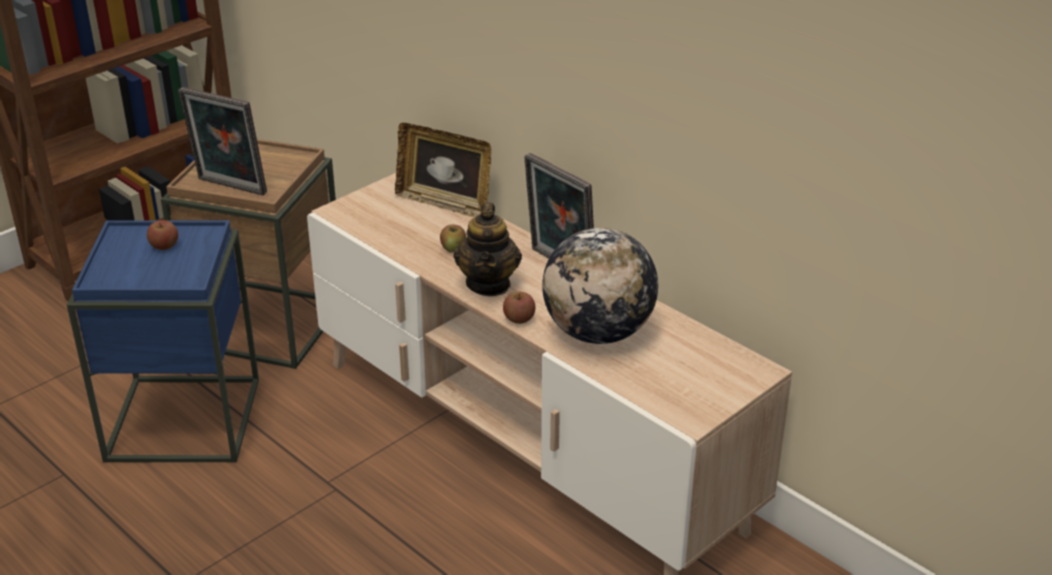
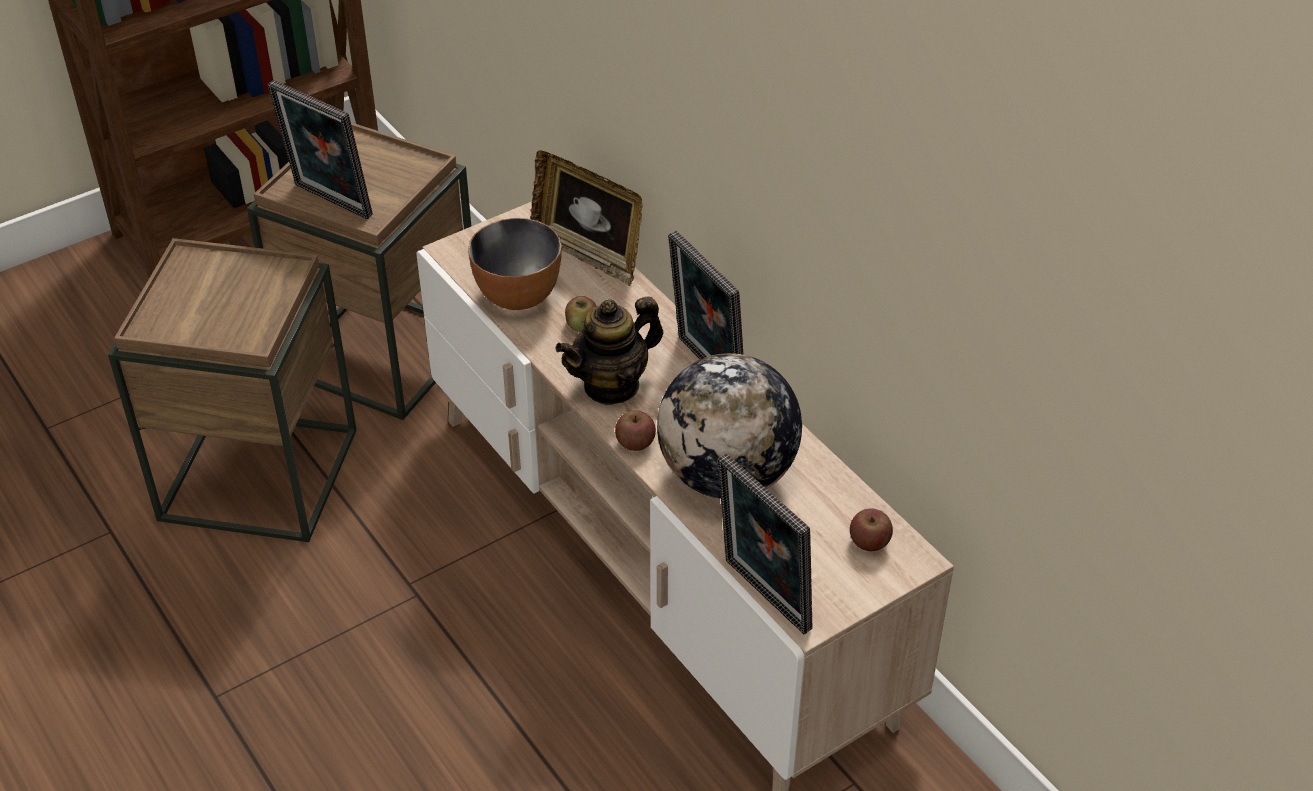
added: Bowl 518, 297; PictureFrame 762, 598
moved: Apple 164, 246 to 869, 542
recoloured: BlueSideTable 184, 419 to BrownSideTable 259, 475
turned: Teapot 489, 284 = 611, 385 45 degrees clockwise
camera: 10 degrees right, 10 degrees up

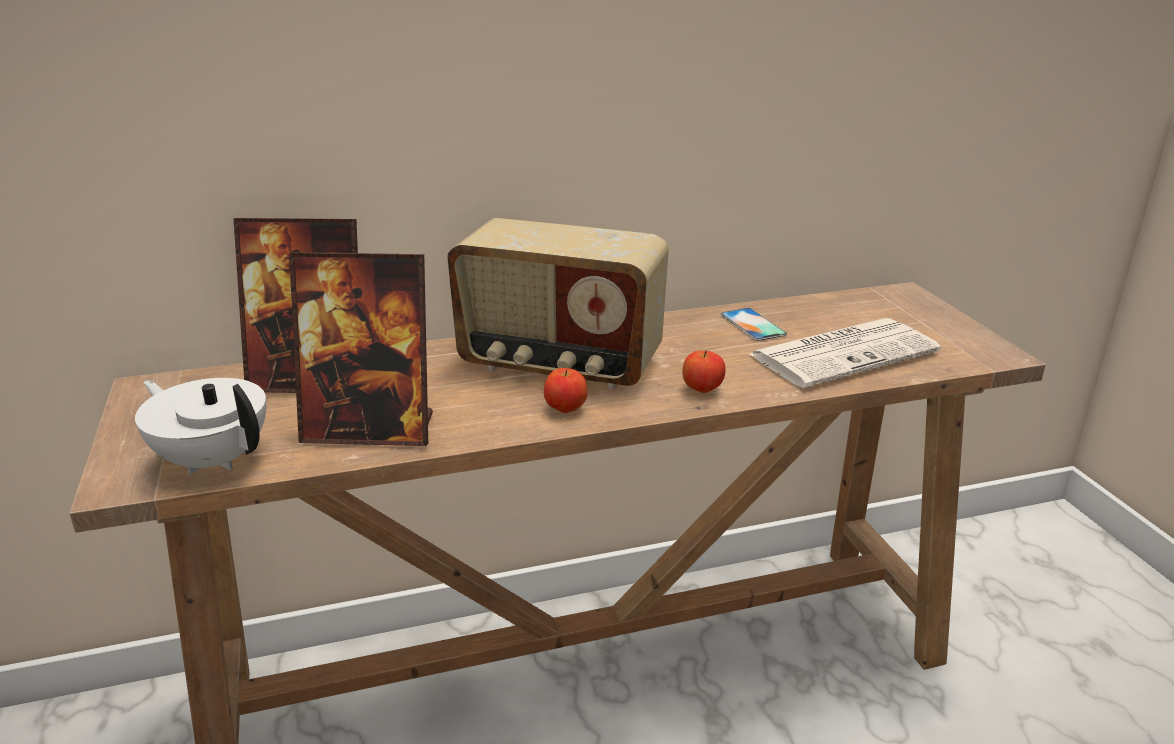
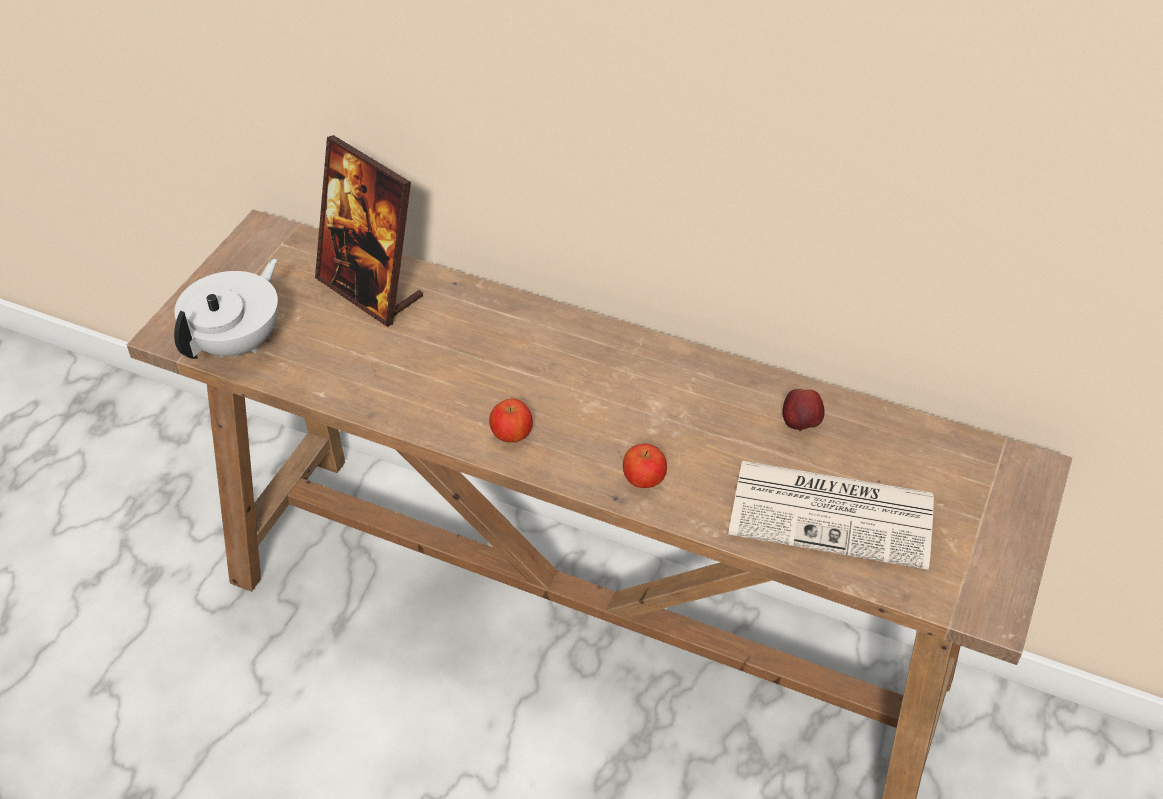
removed: PictureFrame 370, 430; Radio 559, 365
replaced: Phone 752, 324 to Apple 801, 424
turned: WhiteTeapot 213, 459 = 238, 342 45 degrees clockwise
camera: 40 degrees right, 20 degrees up

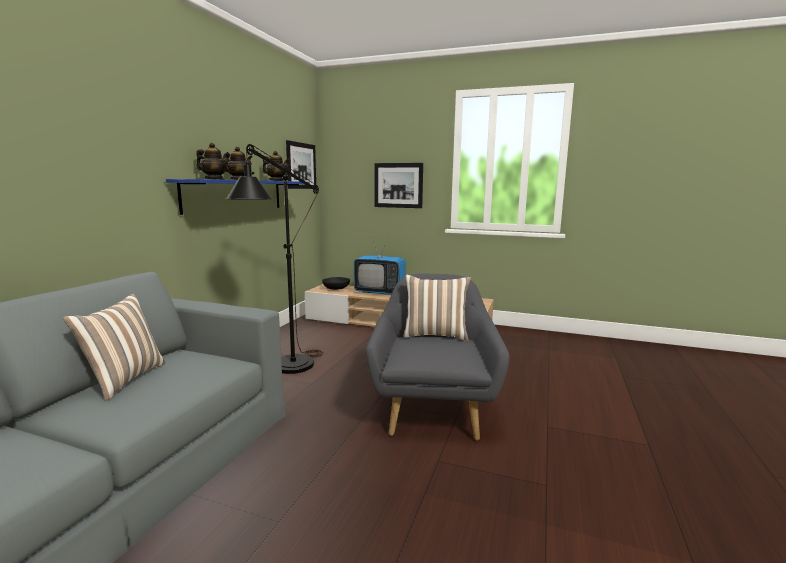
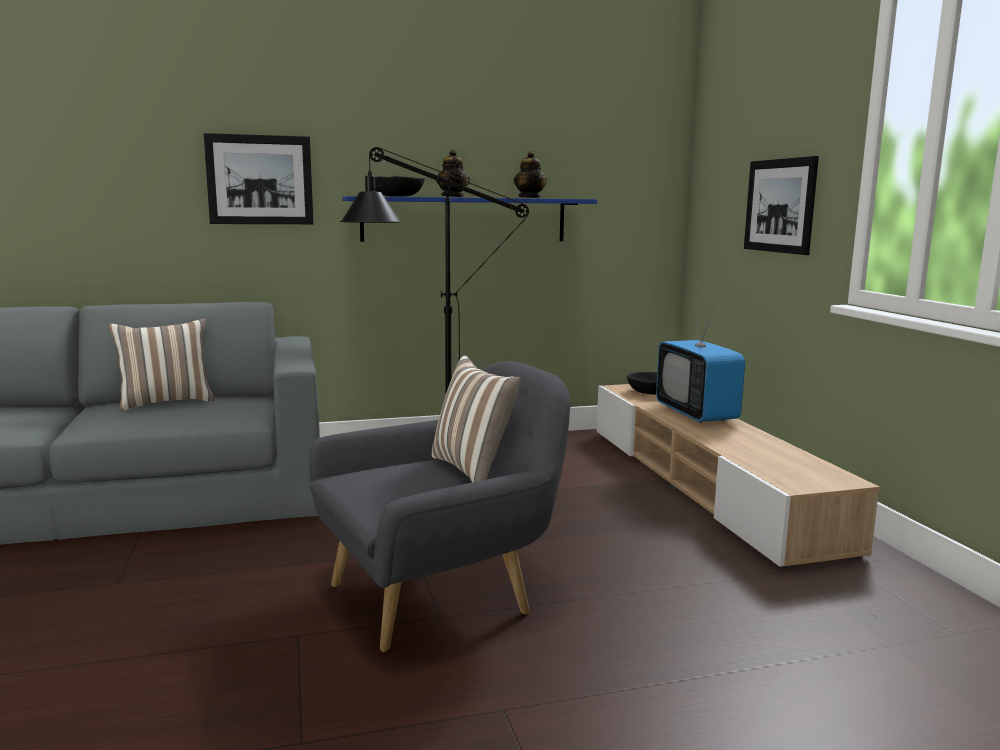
moved: Picture 301, 166 to 260, 180
replaced: Teapot 214, 179 to BlackBowl 397, 196
camera: 55 degrees right, 0 degrees up

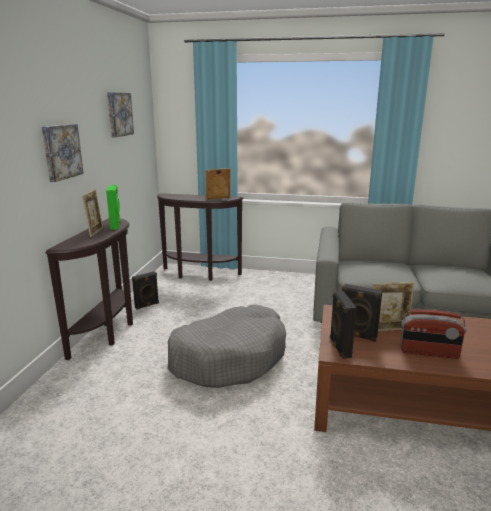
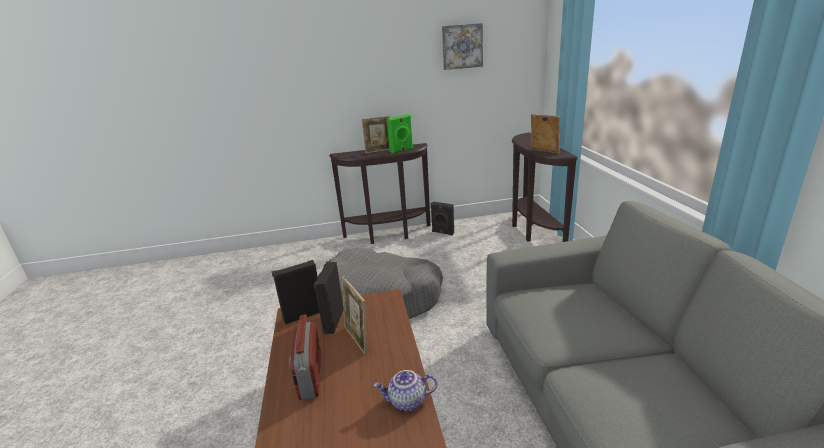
removed: Picture 61, 151
added: Teapot 407, 402
camera: 70 degrees right, 5 degrees up

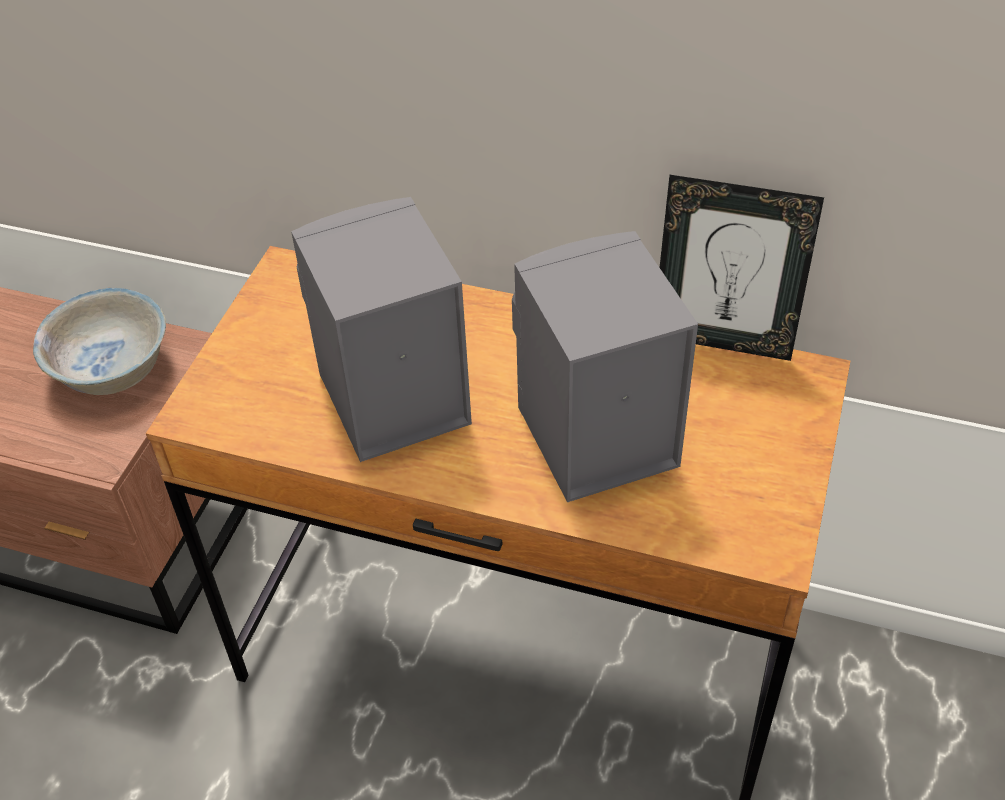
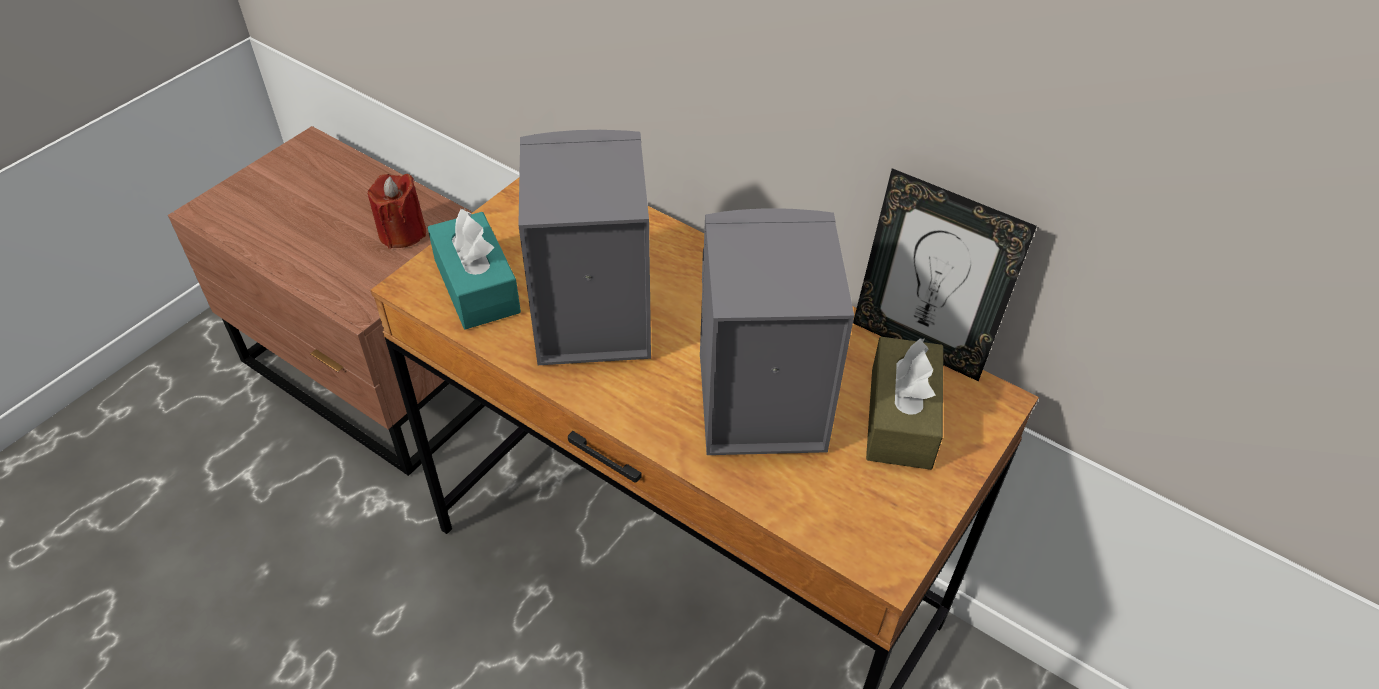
added: TurquoiseTissueBox 477, 286; BrownTissueBox 900, 418
replaced: WhiteBowl 112, 368 to RedCandle 402, 233
camera: 15 degrees right, 0 degrees up

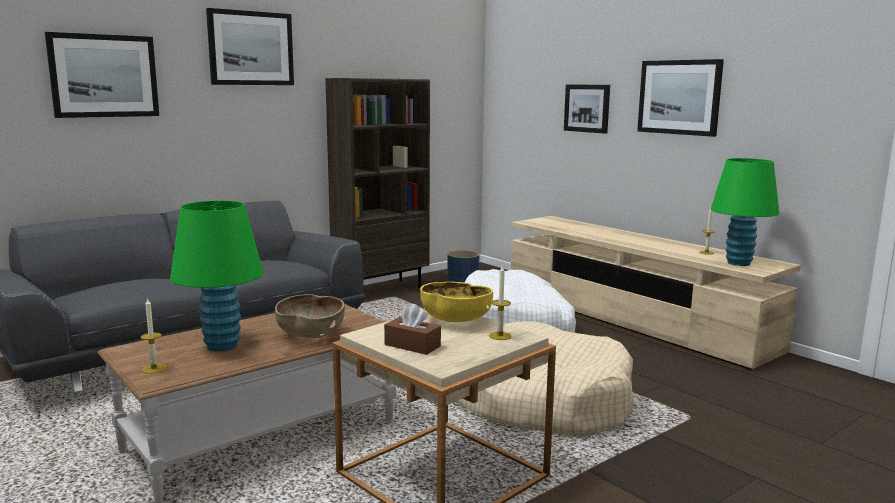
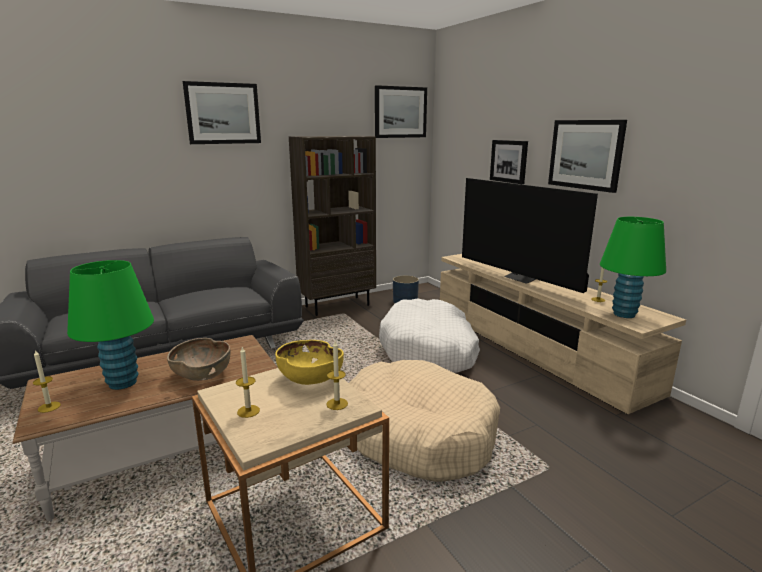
added: Television 521, 278
moved: Picture 104, 76 to 400, 112
replaced: BrownTissueBox 412, 345 to Candle 248, 411
camera: 10 degrees right, 5 degrees up

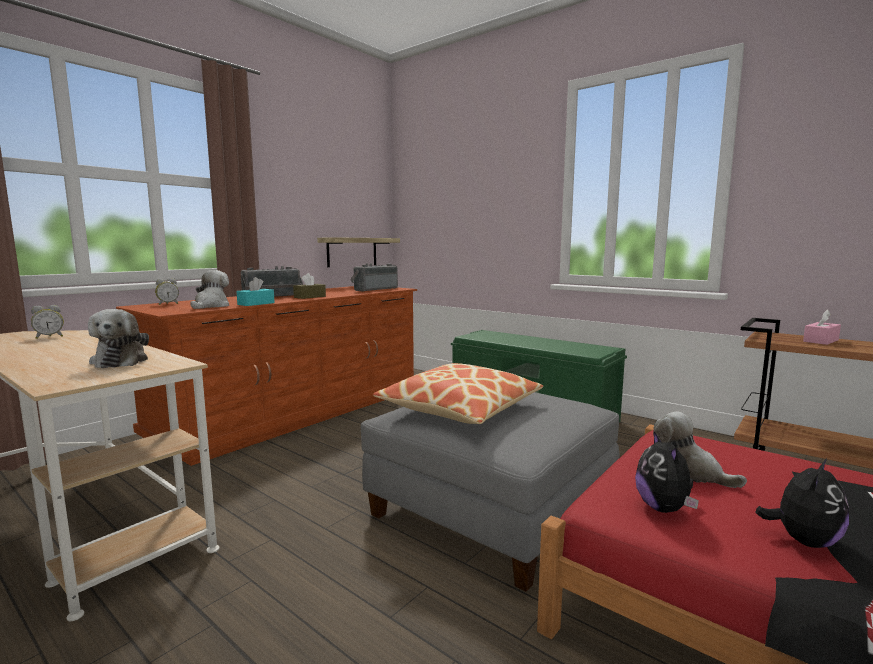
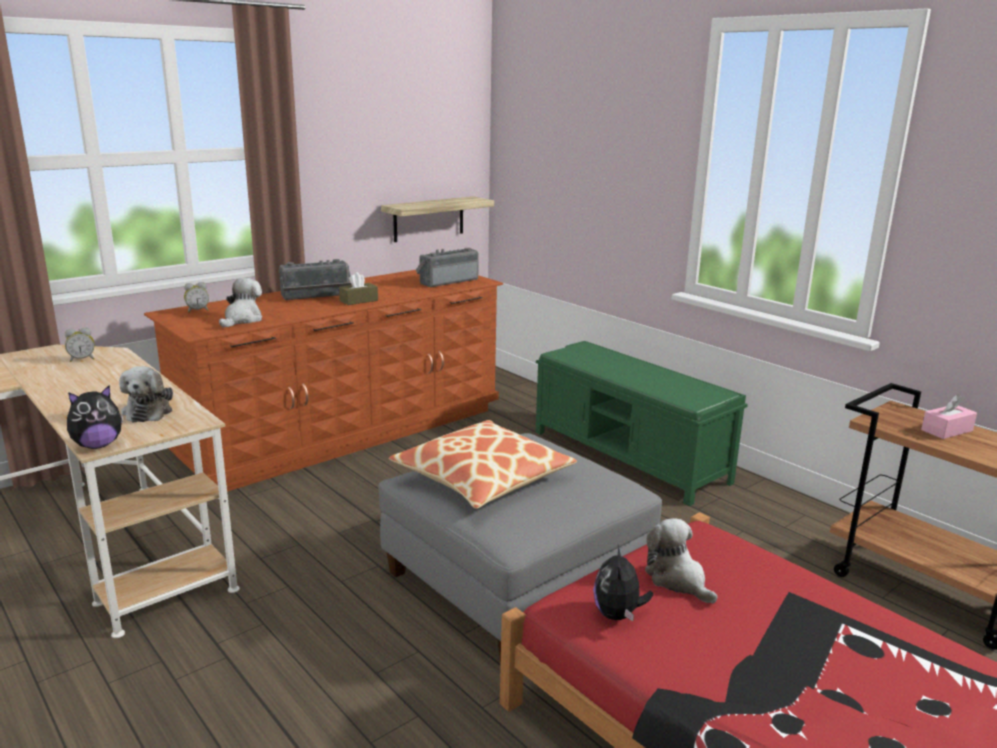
removed: TurquoiseTissueBox 256, 304
moved: PlushToy 803, 541 to 98, 445
camera: 10 degrees right, 10 degrees up

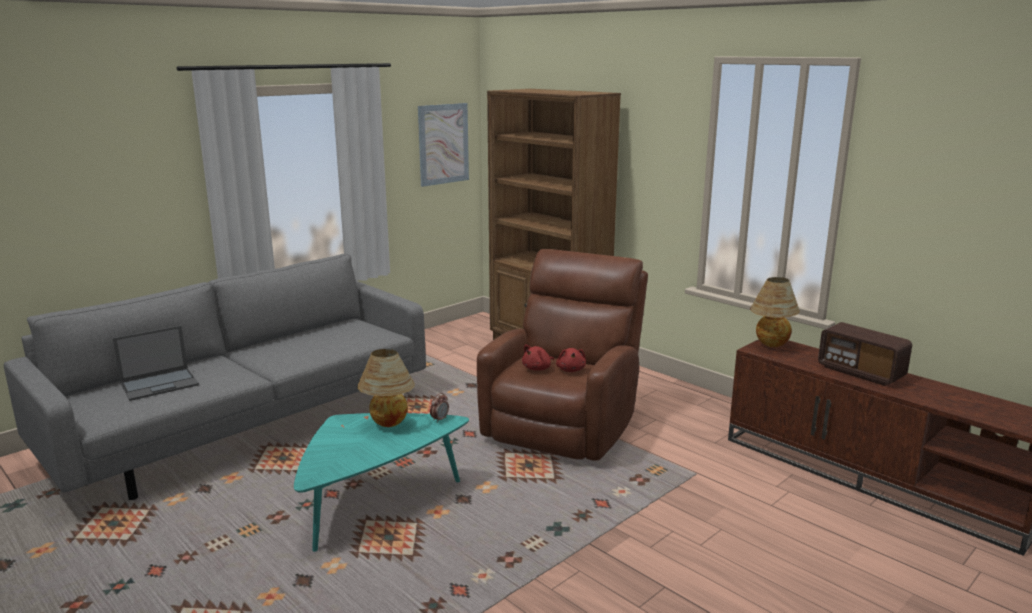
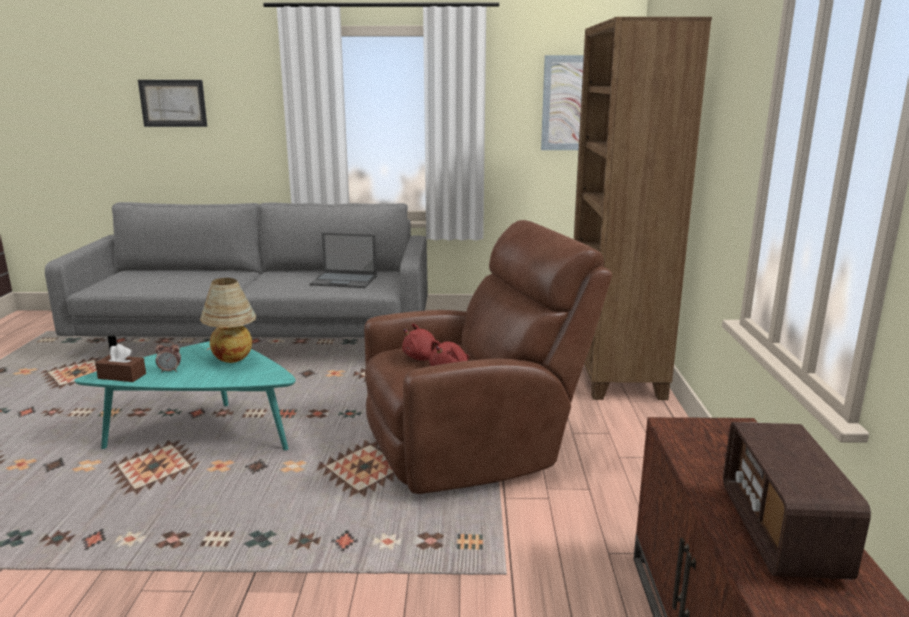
removed: TableLamp 770, 346
added: BrownTissueBox 122, 376; Picture 173, 103
moved: Laptop 160, 384 to 345, 280; AlarmClock 439, 419 to 170, 371
camera: 45 degrees right, 0 degrees up

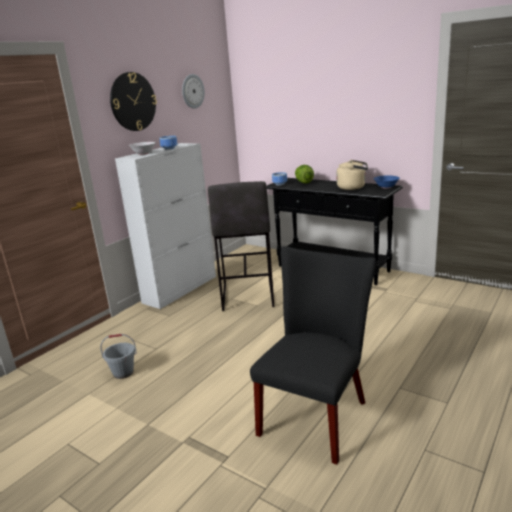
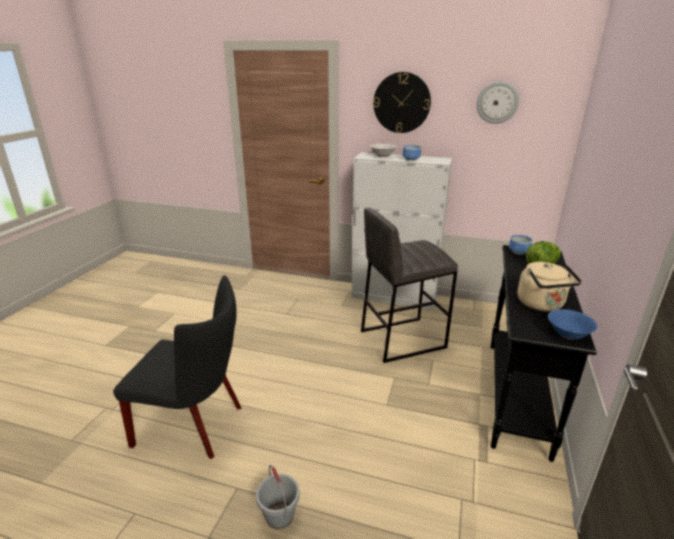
moved: GreyBucket 123, 372 to 280, 516
camera: 70 degrees right, 5 degrees up

